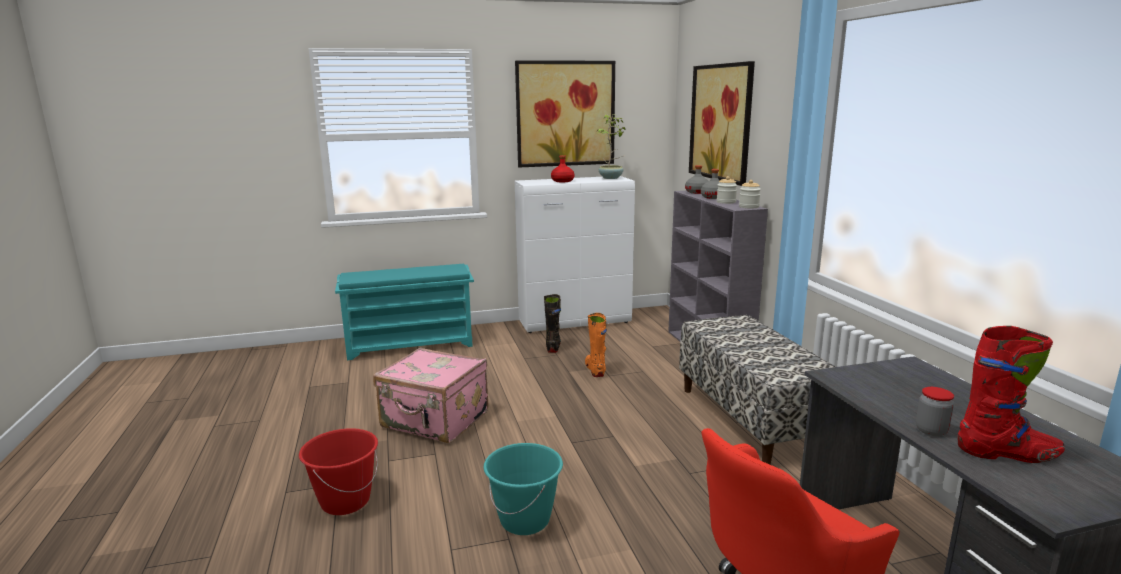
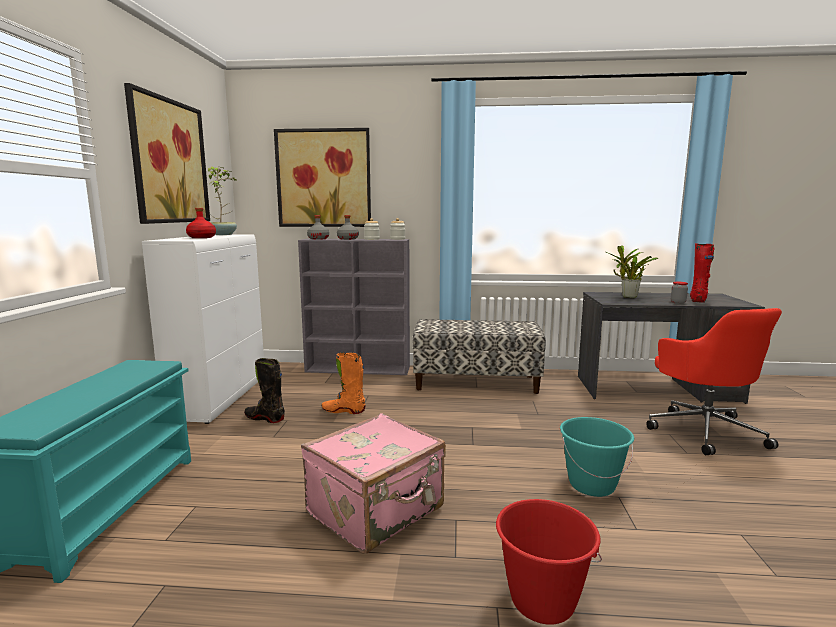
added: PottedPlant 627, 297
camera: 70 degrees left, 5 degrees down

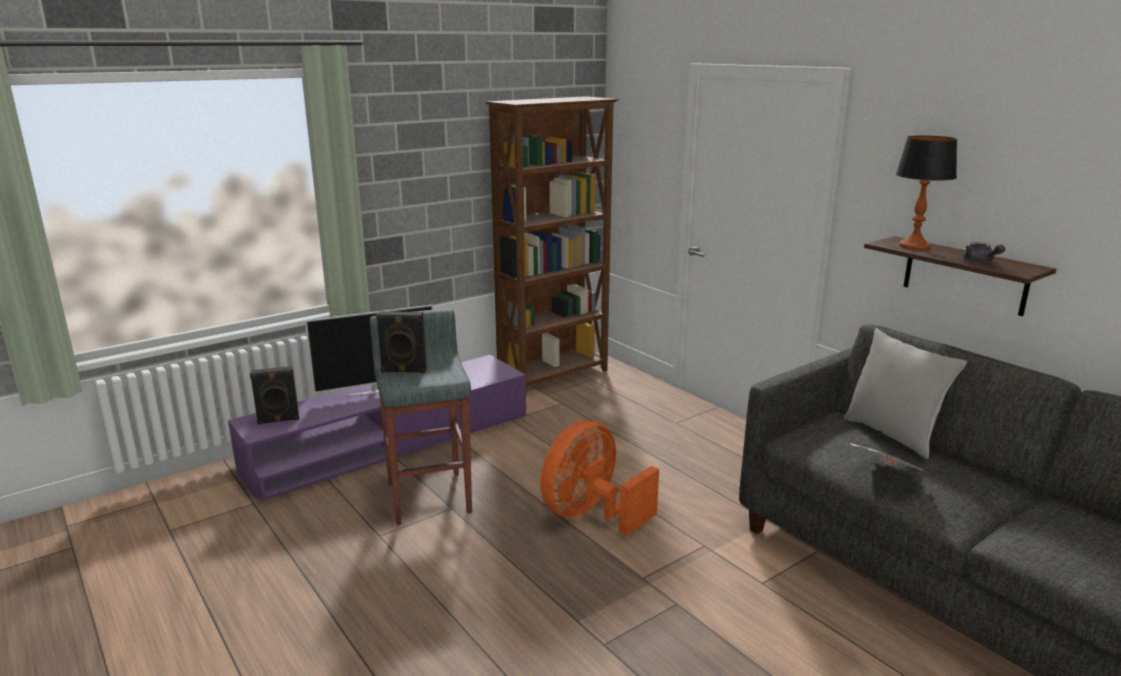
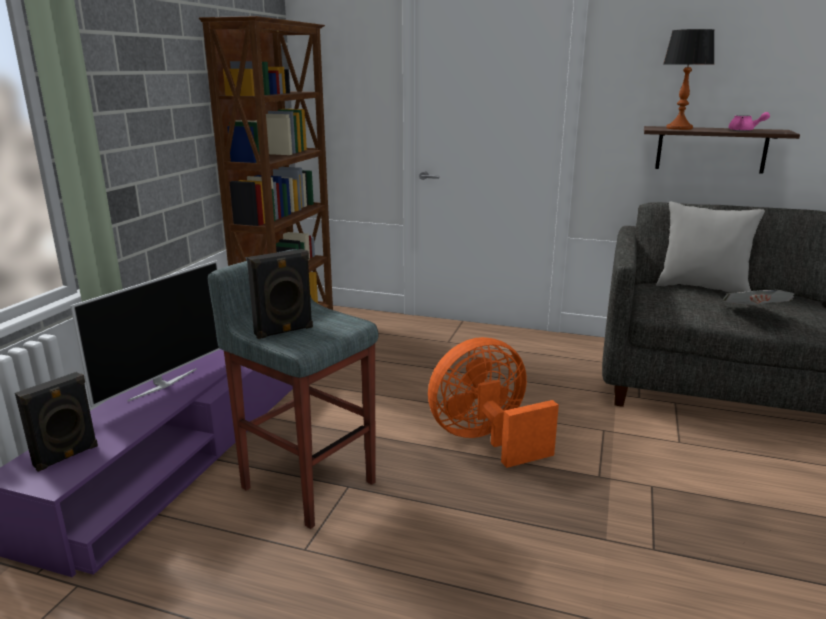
recoloured: GreyTeapot 980, 262 to PinkTeapot 744, 130
turned: OrangeFan 591, 515 = 486, 440 60 degrees clockwise
camera: 35 degrees left, 0 degrees up

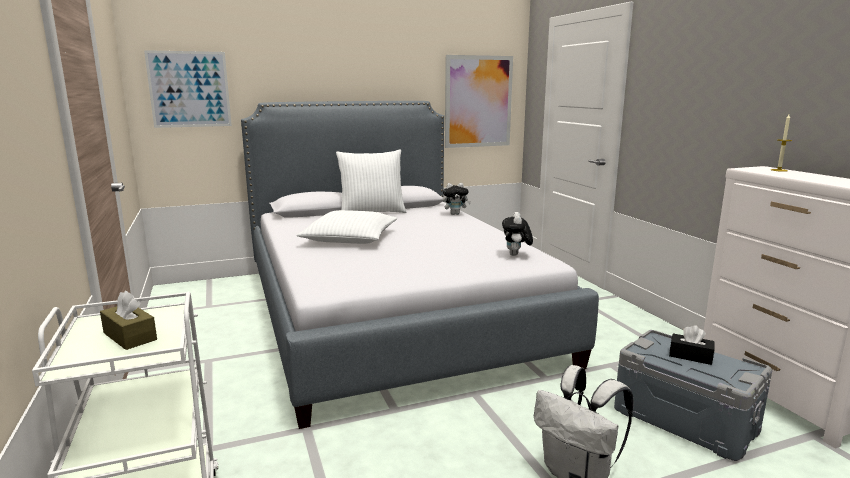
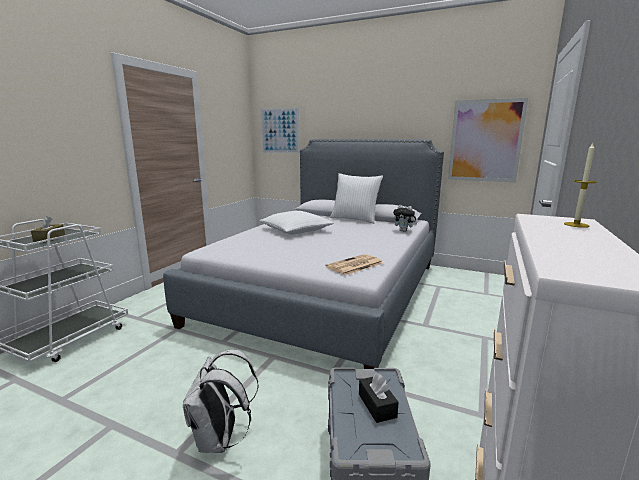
replaced: PlushToy 516, 255 to Newspaper 354, 265
camera: 45 degrees right, 0 degrees up

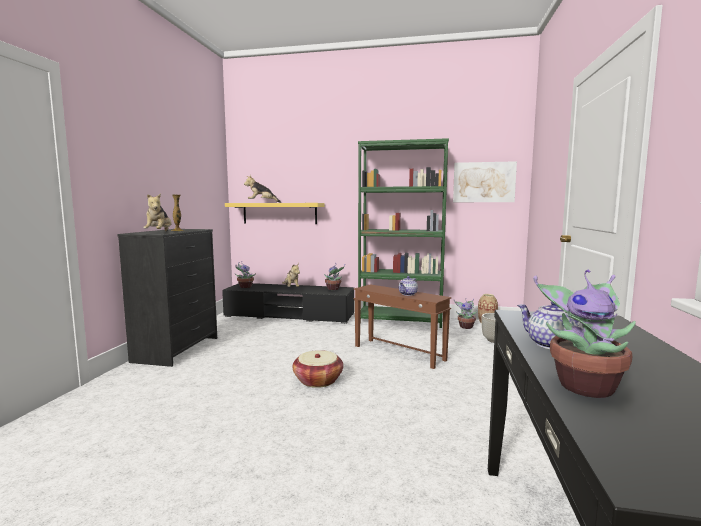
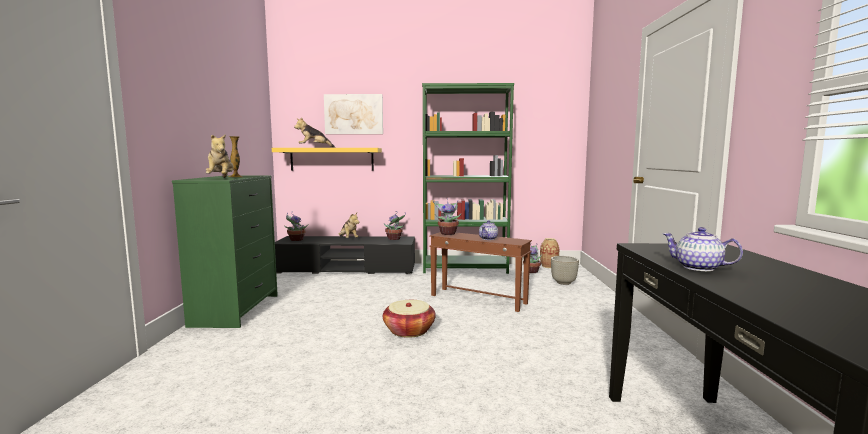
moved: Picture 483, 182 to 354, 114; PottedPlant 584, 385 to 448, 233
recoloured: BlackDresser 177, 349 to GreenDresser 236, 310
camera: 10 degrees left, 0 degrees up

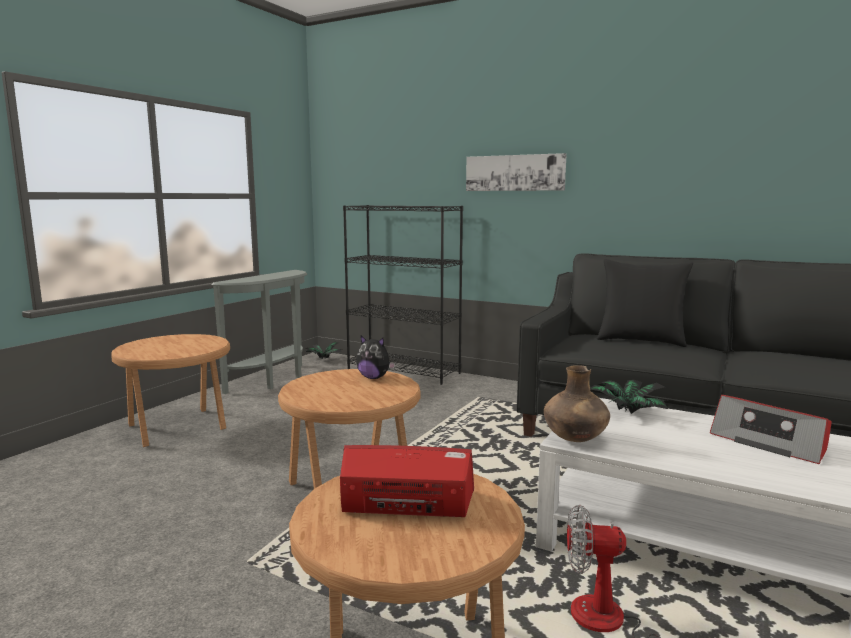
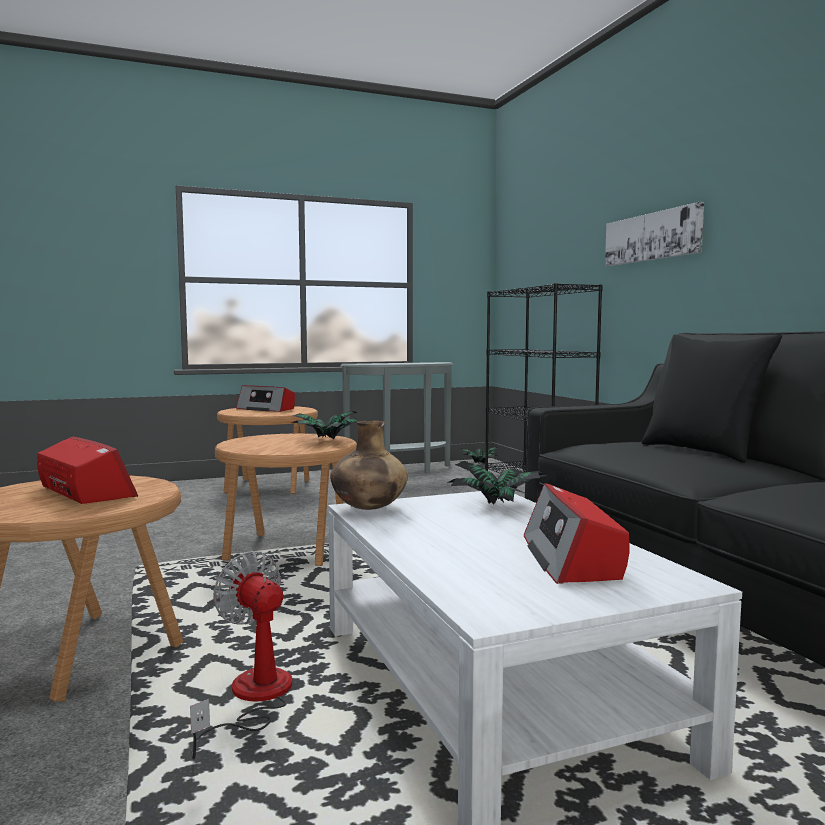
added: Radio 266, 409
replaced: PlushToy 374, 377 to PottedPlant 325, 441
camera: 40 degrees right, 5 degrees down

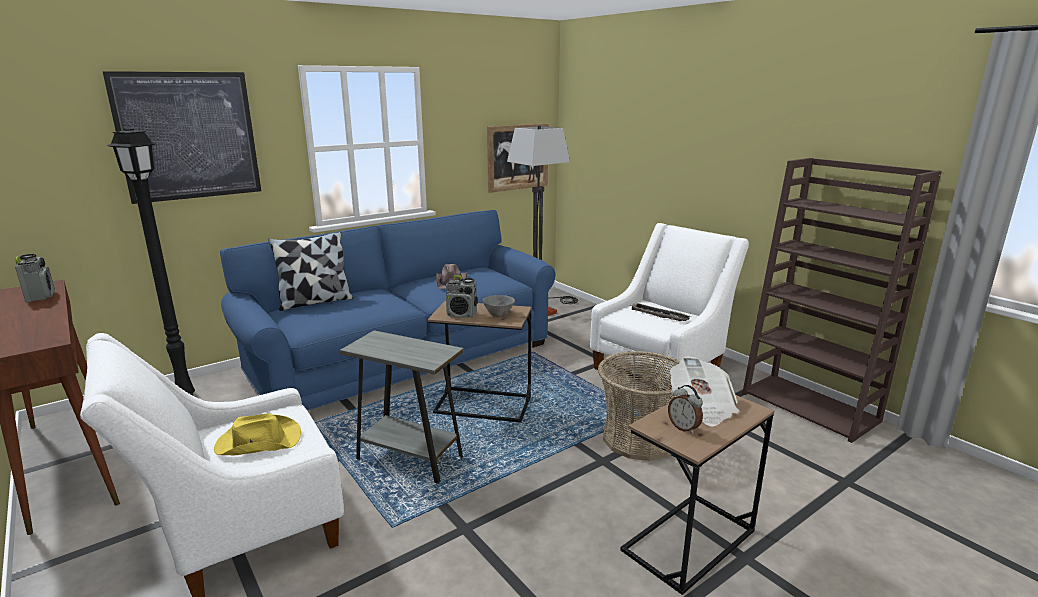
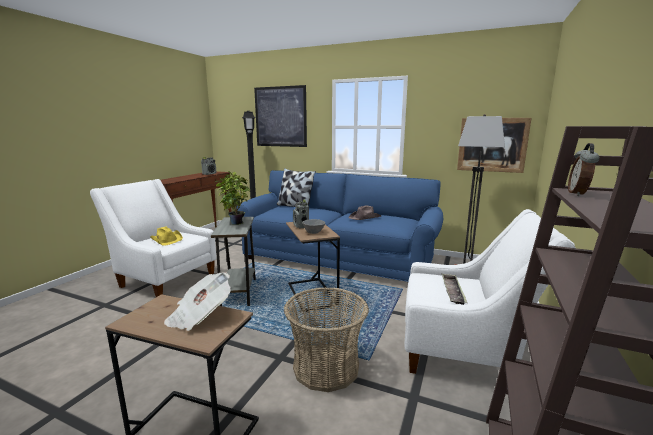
added: PottedPlant 235, 223
moved: AlarmClock 684, 428 to 578, 194
camera: 60 degrees right, 5 degrees down

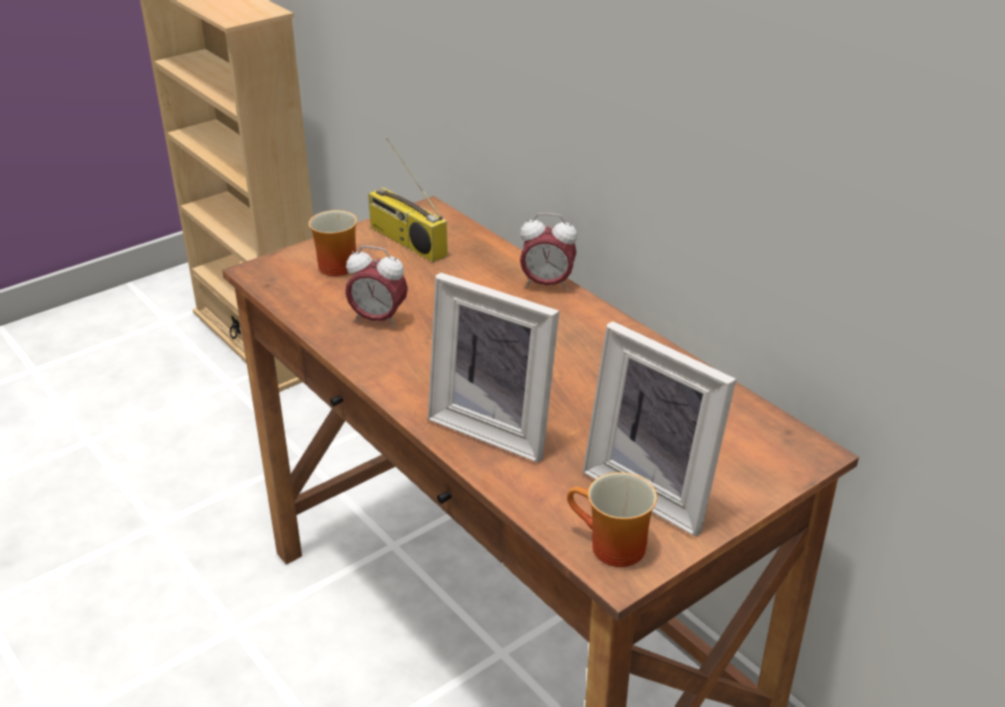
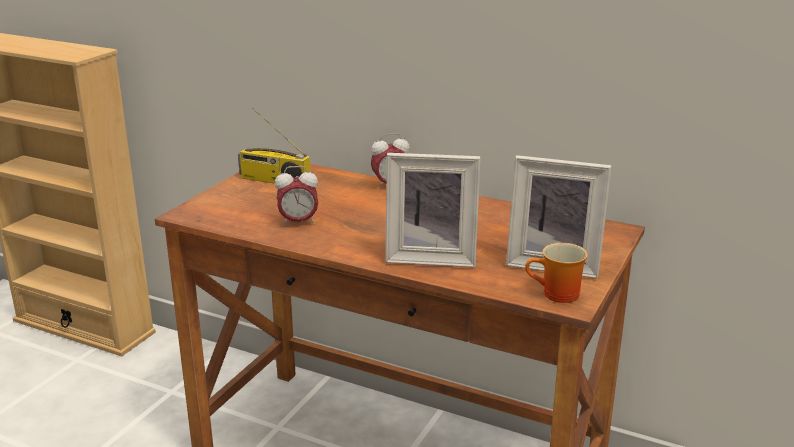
removed: Mug 333, 265
camera: 25 degrees left, 10 degrees down

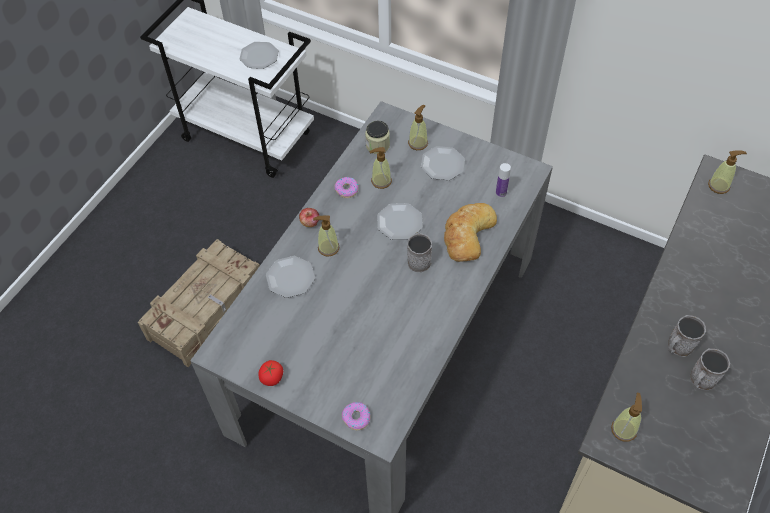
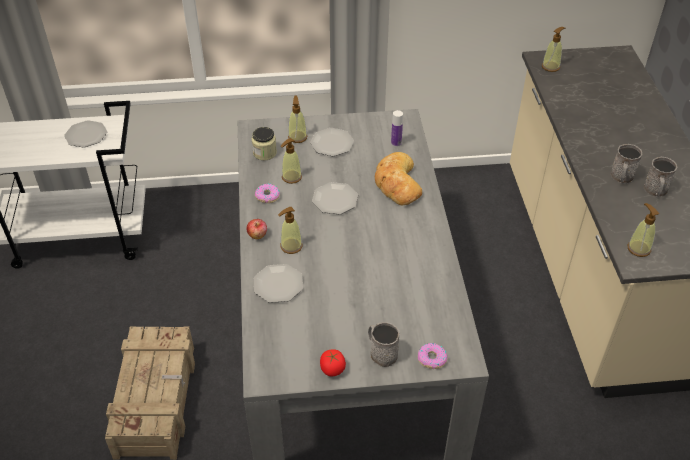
moved: GreyMug 418, 259 to 381, 352
camera: 35 degrees left, 10 degrees down

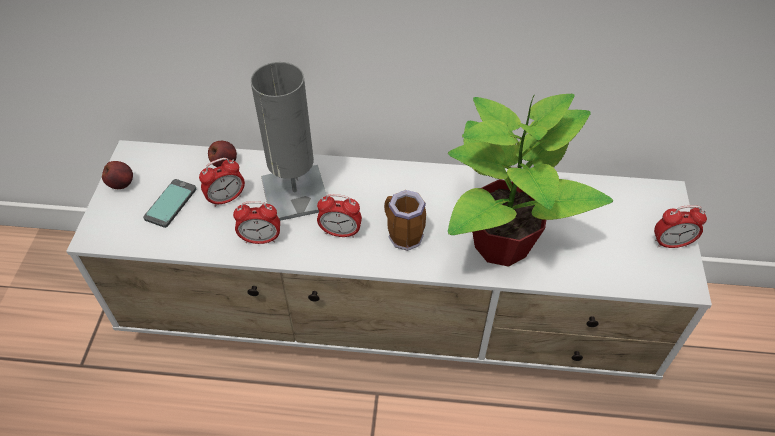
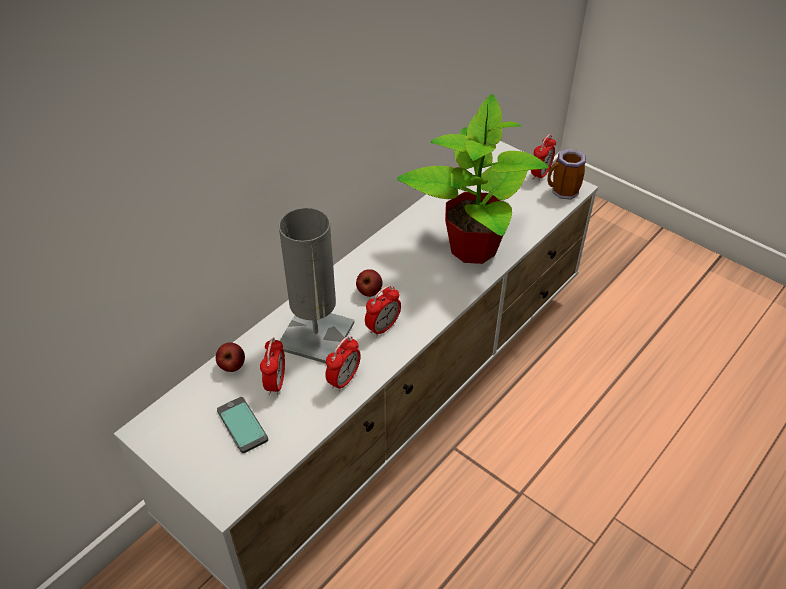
moved: Apple 122, 184 to 369, 292; Mug 402, 236 to 562, 192
camera: 55 degrees left, 5 degrees down

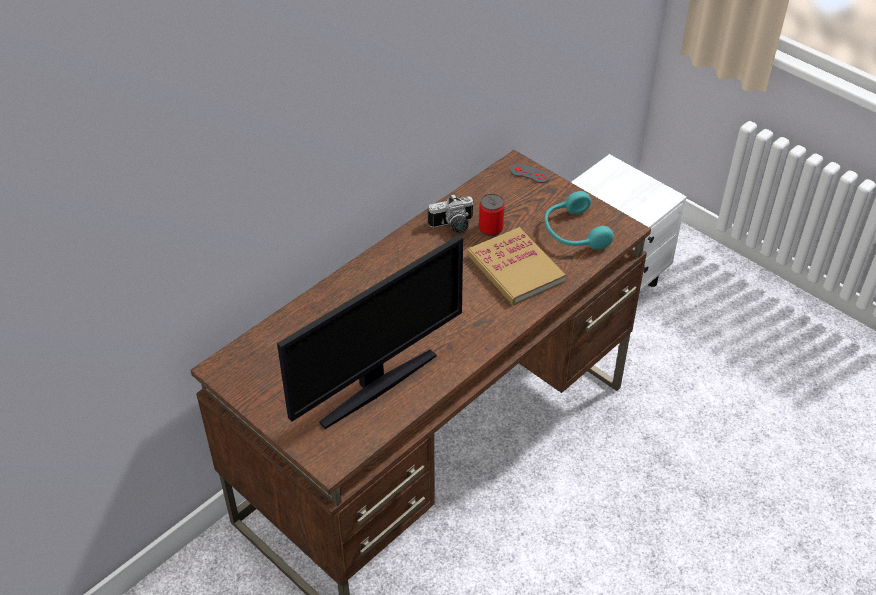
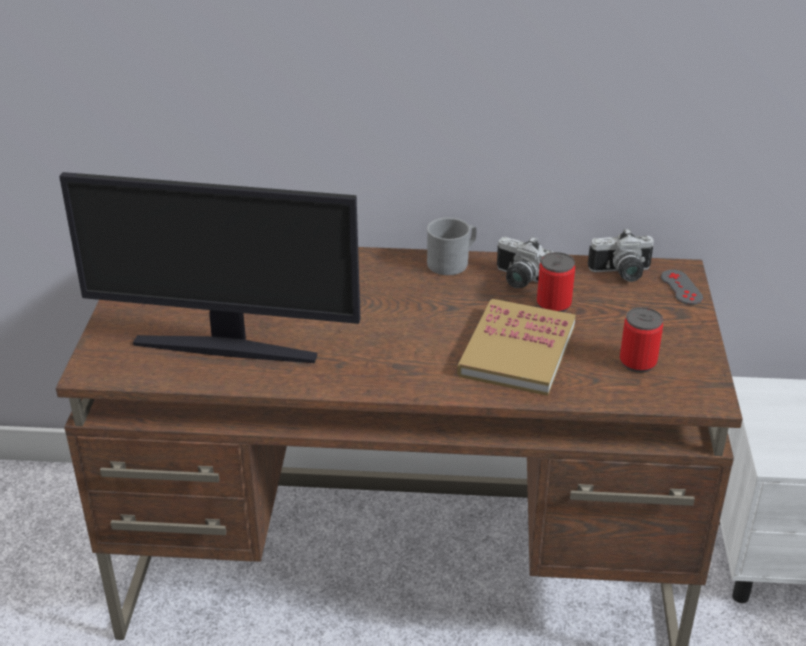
added: GreyMug 452, 261; PhotoCamera 622, 274
replaced: TurquoiseHeadphones 573, 232 to Can 637, 362
camera: 50 degrees right, 10 degrees down

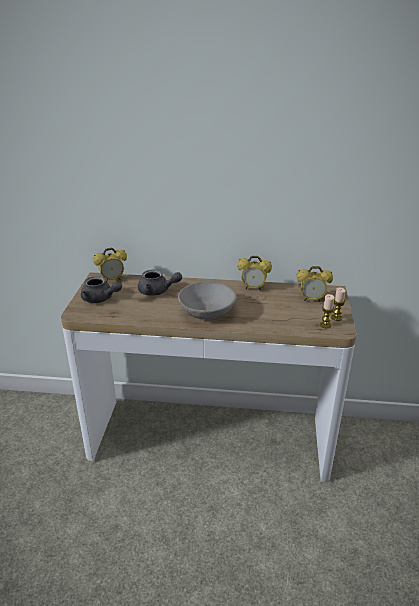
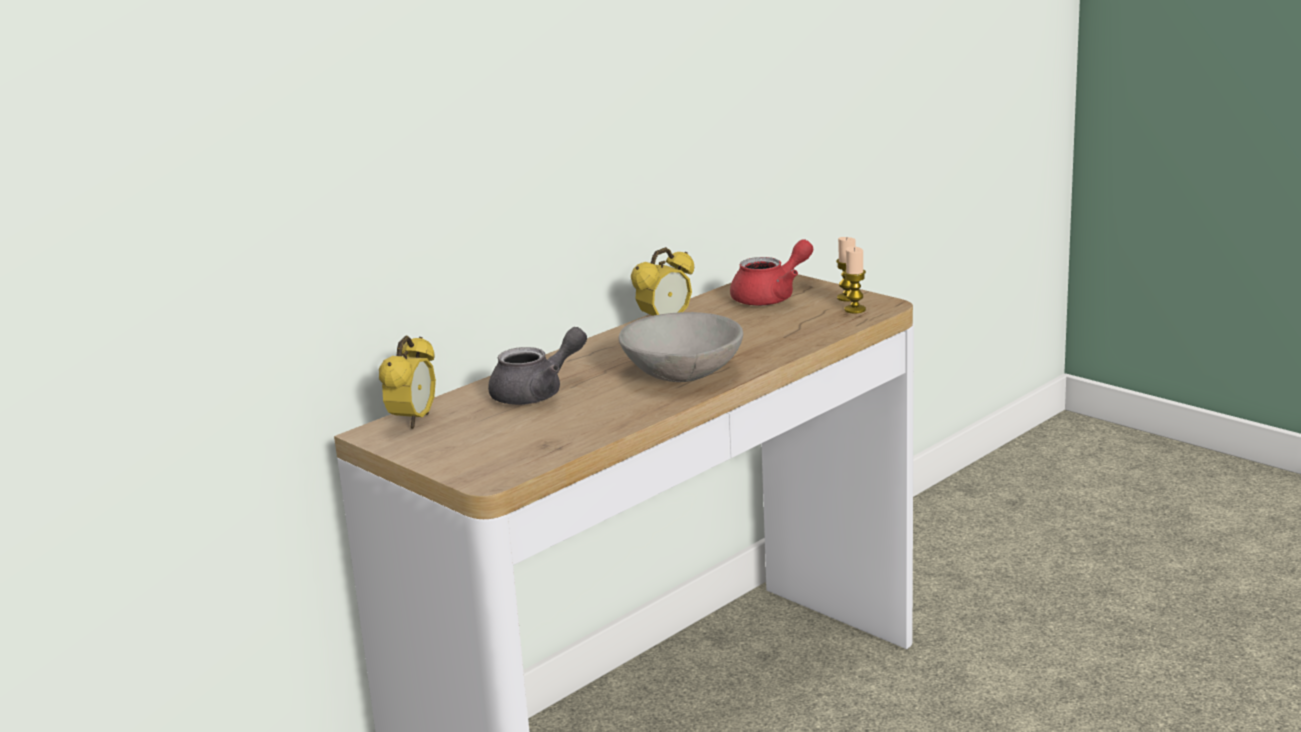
removed: GreyTeapot 100, 299
replaced: AlarmClock 311, 299 to RedTeapot 771, 297
camera: 50 degrees left, 10 degrees down

